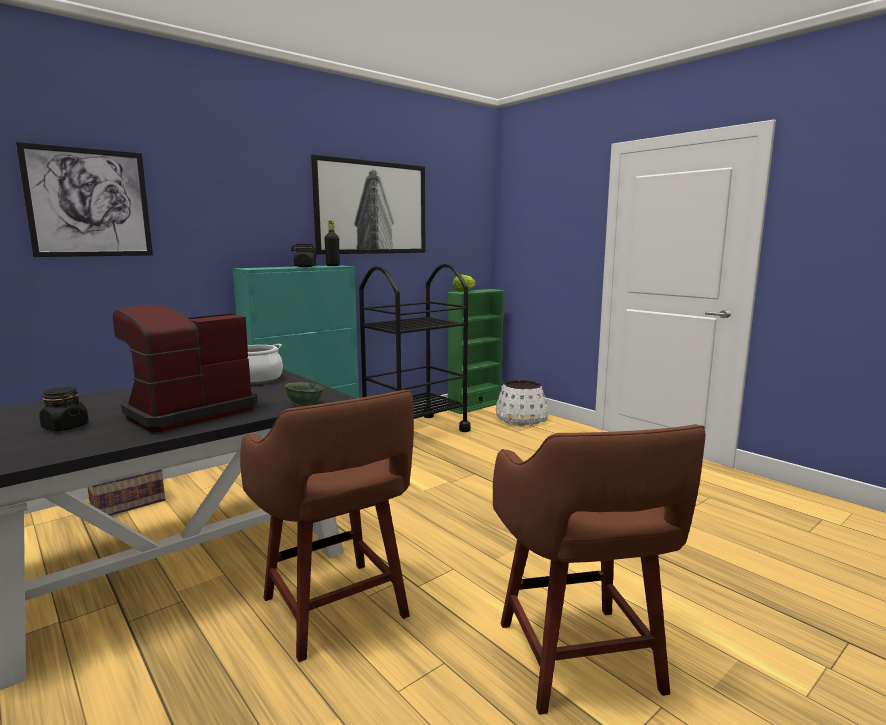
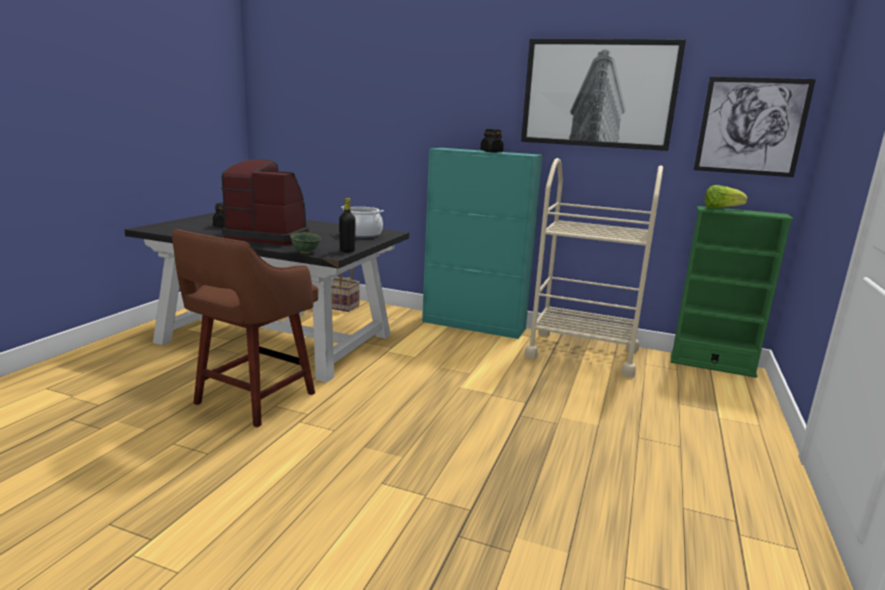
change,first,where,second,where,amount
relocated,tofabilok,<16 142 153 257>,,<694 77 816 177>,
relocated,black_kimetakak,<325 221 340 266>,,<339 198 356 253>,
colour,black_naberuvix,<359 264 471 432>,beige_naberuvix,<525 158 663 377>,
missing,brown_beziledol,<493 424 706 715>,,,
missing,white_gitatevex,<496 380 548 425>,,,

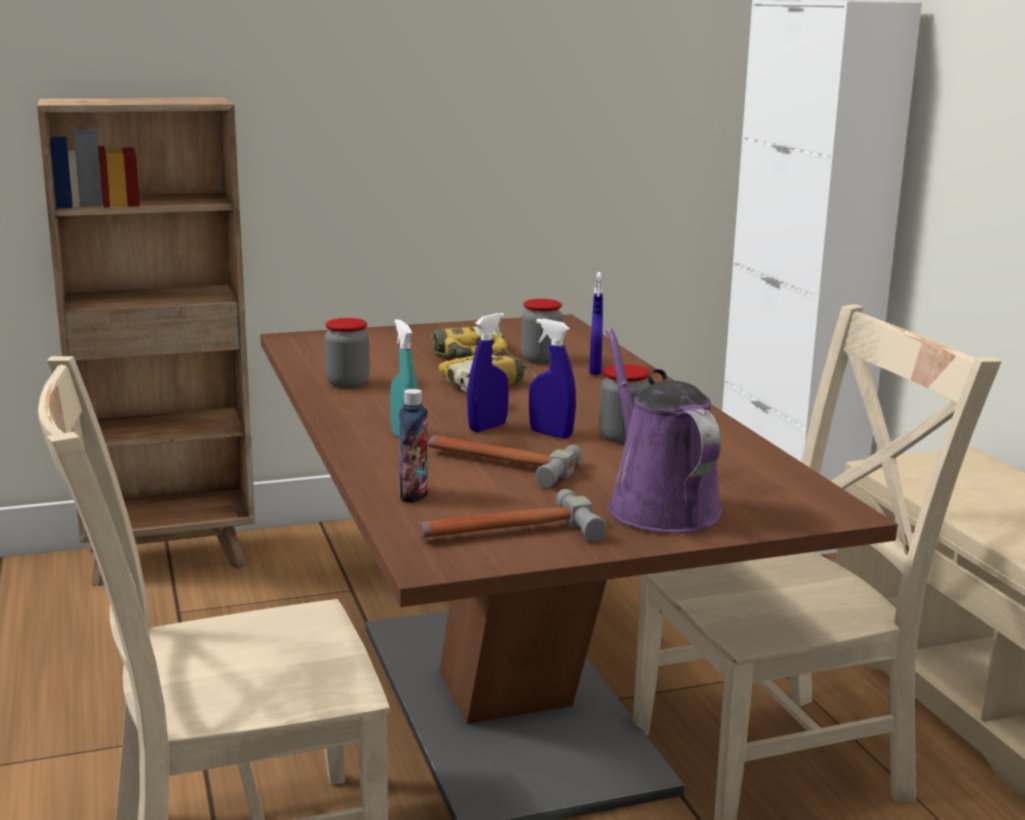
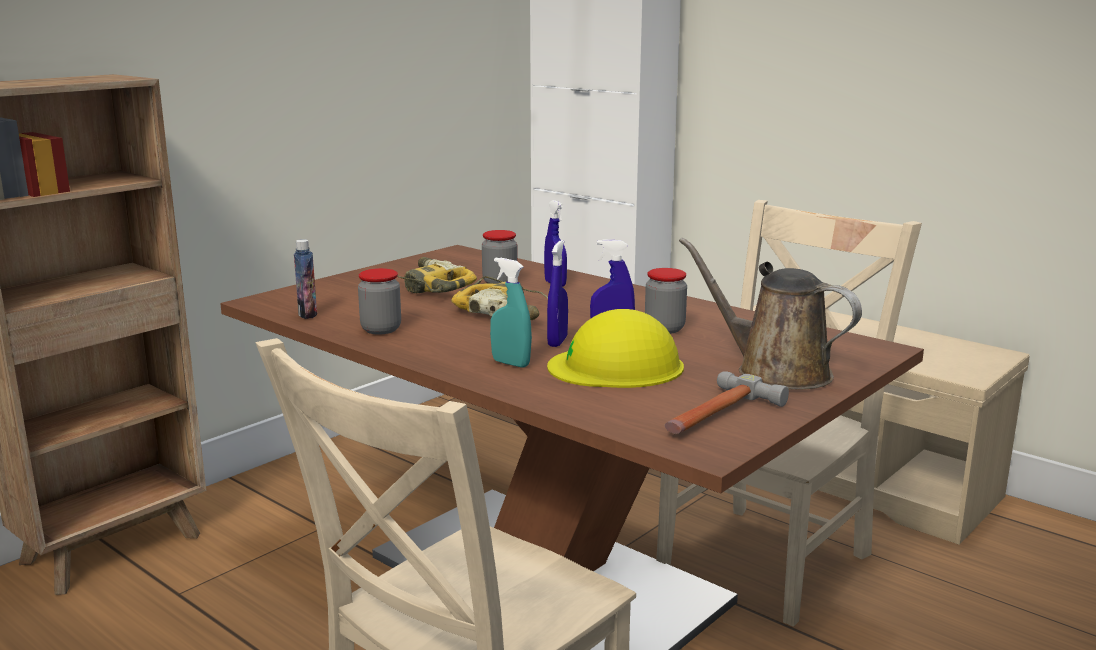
change,first,where,second,where,amount
relocated,kimetakak,<399 389 428 503>,,<294 239 317 319>,
exchanged,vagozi,<428 435 582 488>,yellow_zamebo,<547 309 684 388>,
colour,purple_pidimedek,<605 328 722 533>,brown_pidimedek,<679 237 862 390>,

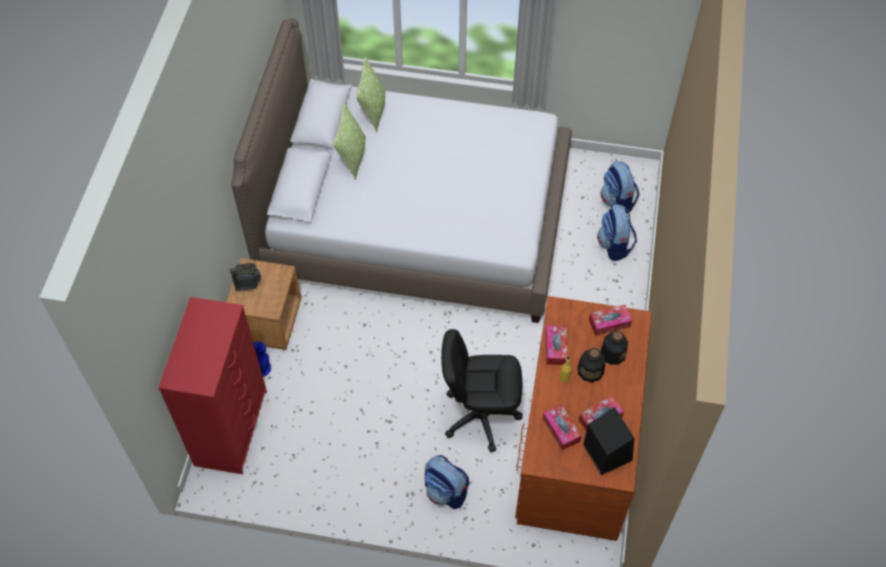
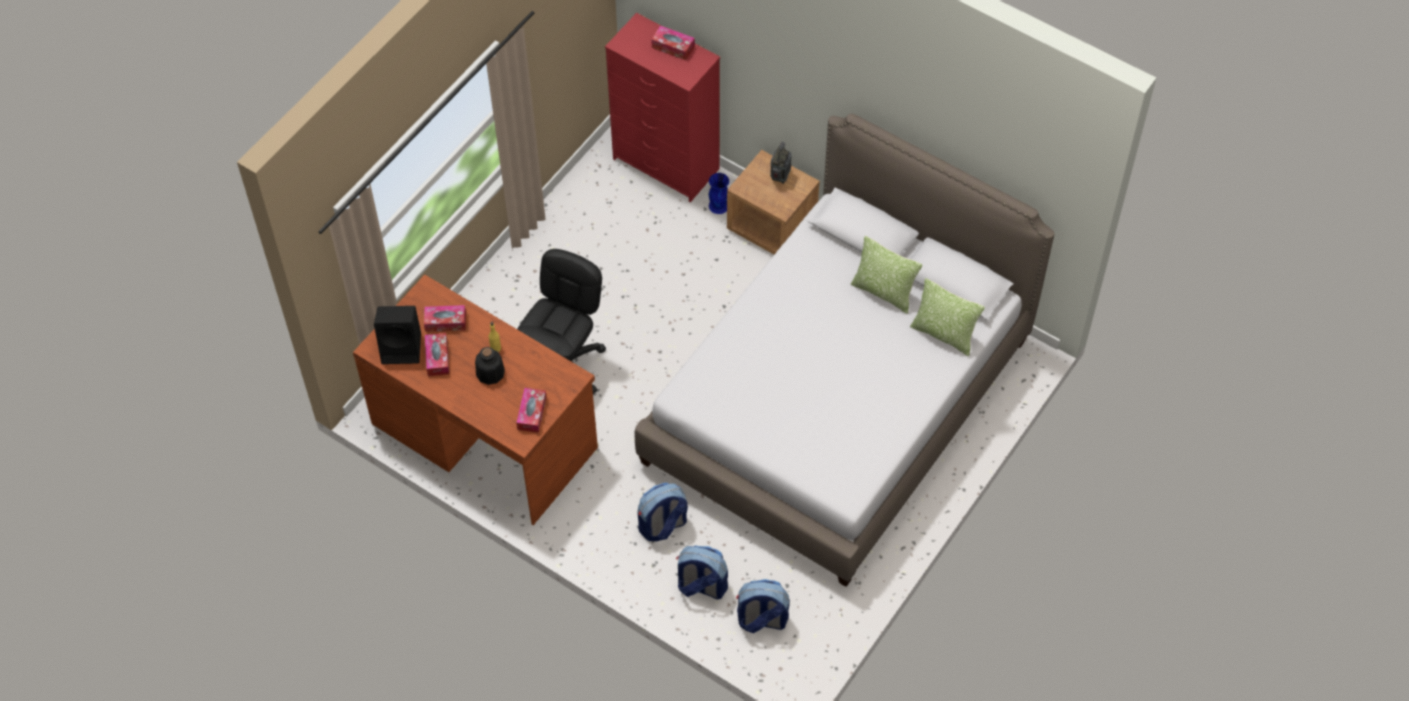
change,first,where,second,where,amount
relocated,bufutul,<425 455 469 509>,,<638 483 688 541>,
relocated,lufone,<545 325 567 365>,,<651 26 695 60>,
missing,kimetakak,<600 331 628 365>,,,

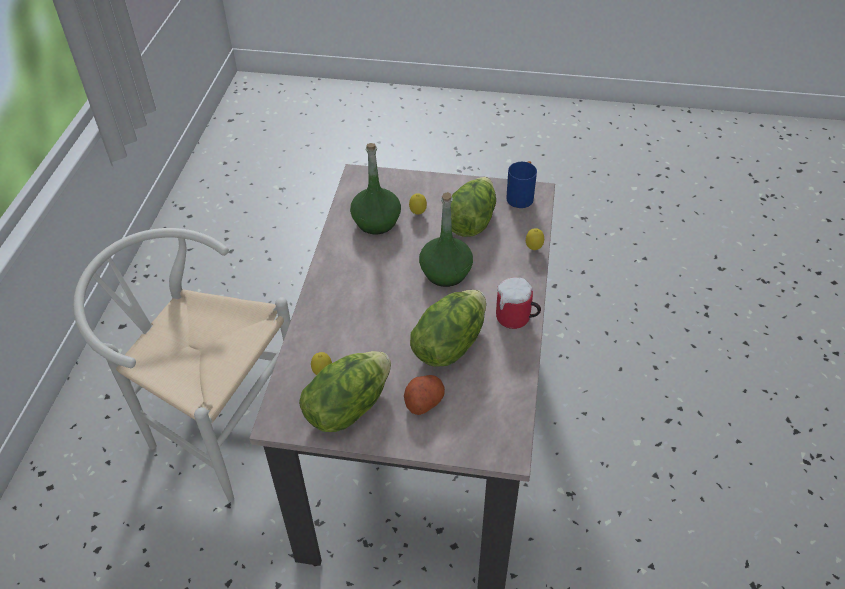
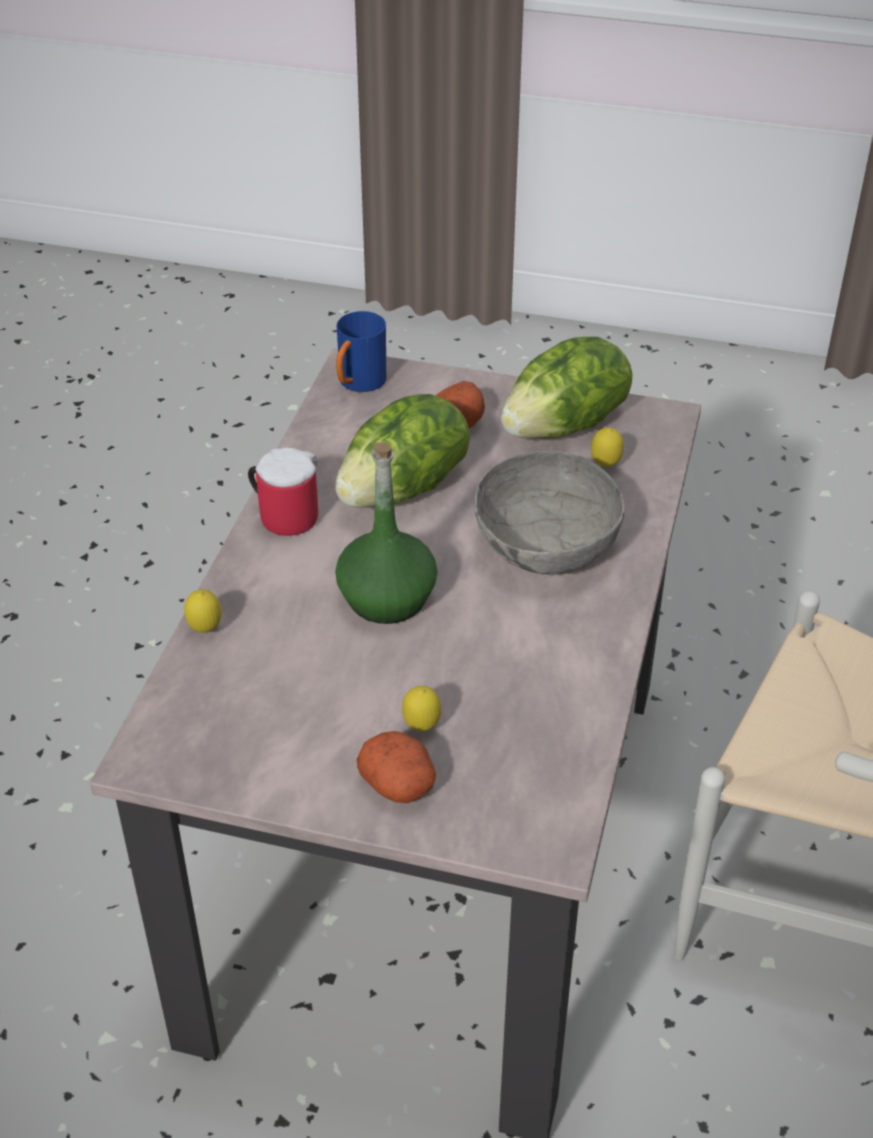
change,first,where,second,where,amount
missing,green_kimetakak,<350 143 401 234>,,,
missing,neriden,<451 177 496 237>,,,
relocated,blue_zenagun,<506 161 537 208>,,<336 311 386 392>,
appeared,,,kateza,<357 731 436 803>,
appeared,,,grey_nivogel,<474 451 625 575>,

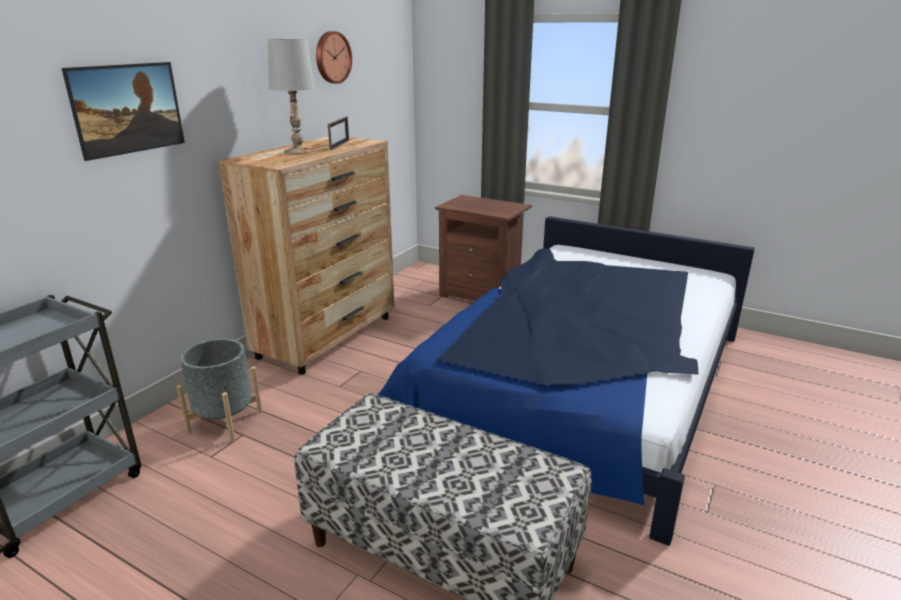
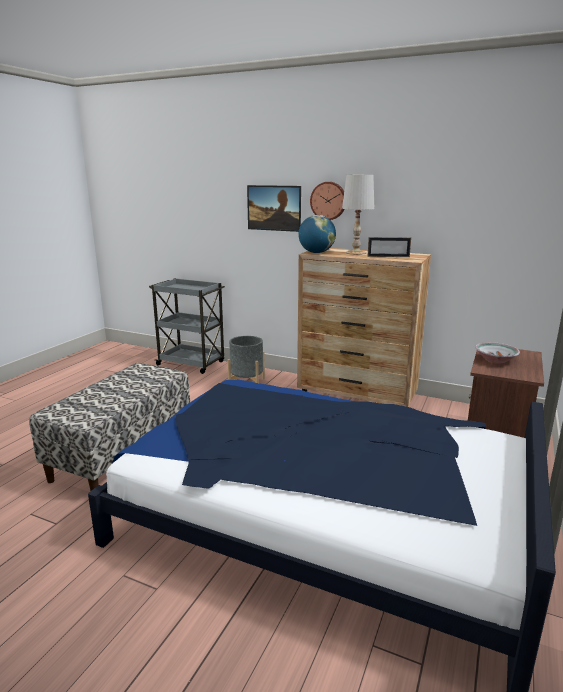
change,first,where,second,where,amount
relocated,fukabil,<316 31 352 84>,,<310 182 345 220>,
appeared,,,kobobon,<298 215 336 253>,
appeared,,,nivogel,<475 342 520 363>,

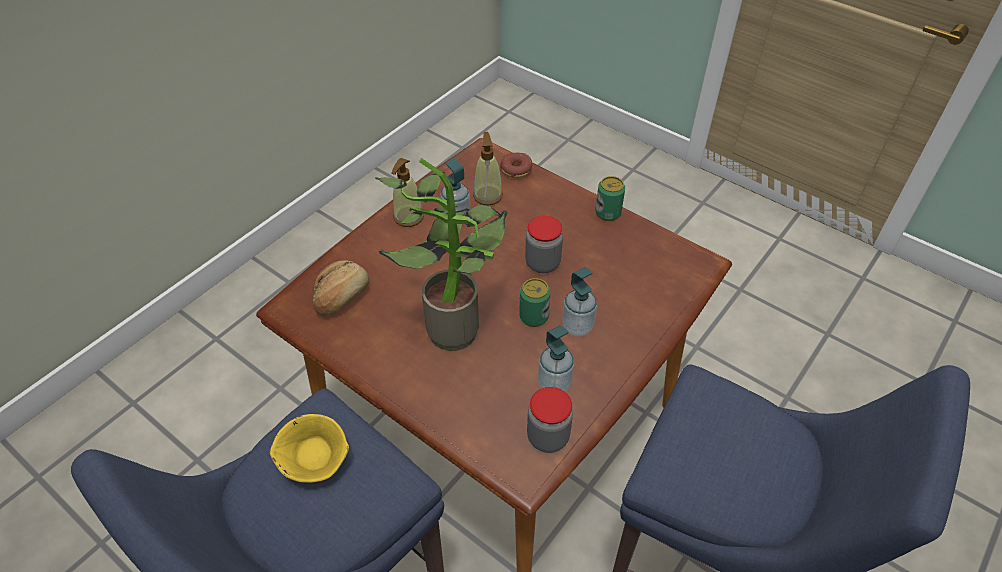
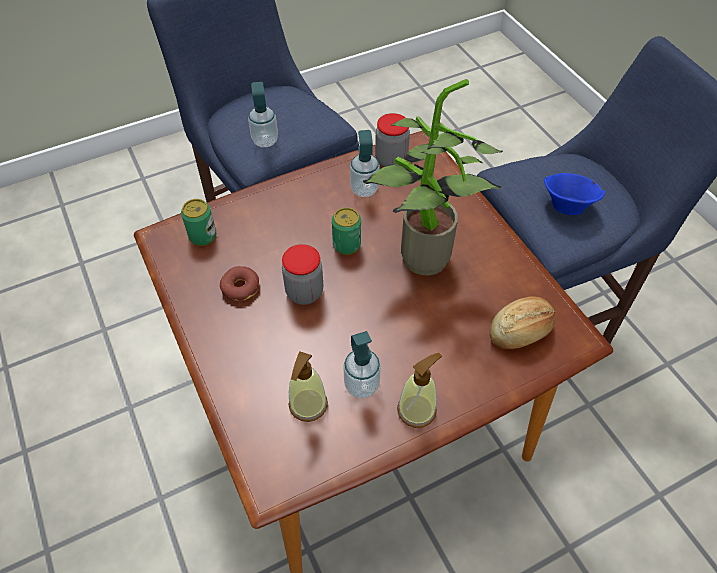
change,first,where,second,where,amount
colour,yellow_nivogel,<270 414 349 483>,blue_nivogel,<544 173 606 215>,
relocated,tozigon,<500 153 532 178>,,<220 266 259 303>,
relocated,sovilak,<562 267 597 336>,,<248 82 278 147>,
relocated,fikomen,<595 176 625 221>,,<181 199 216 246>,

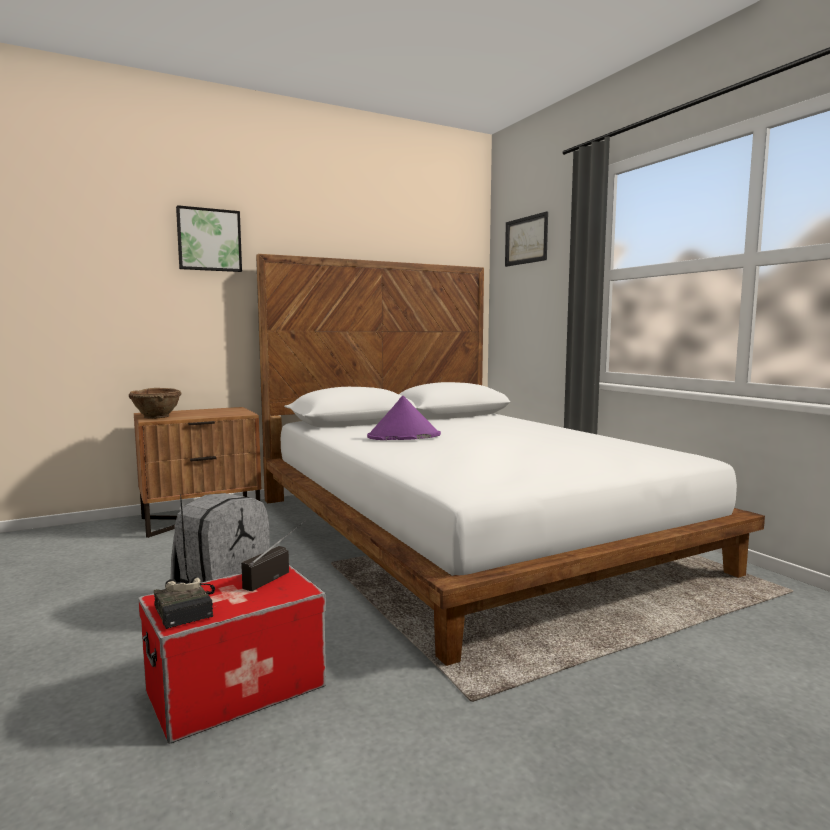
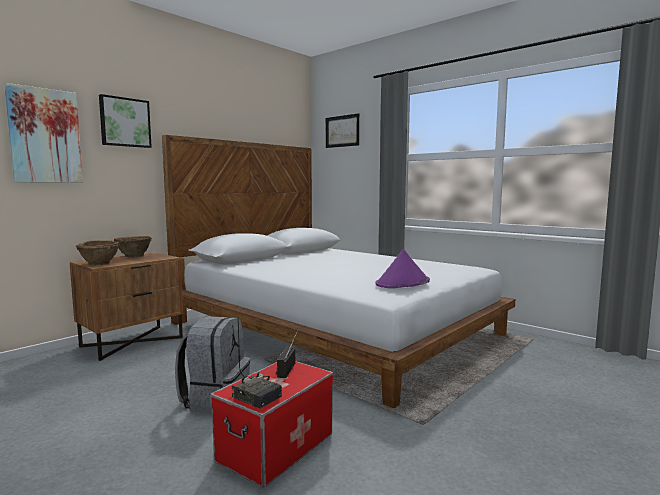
change,first,where,second,where,amount
relocated,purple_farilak,<367 396 441 440>,,<375 249 430 288>,
appeared,,,tofabilok,<4 83 83 183>,
appeared,,,brown_nivogel,<114 236 152 258>,

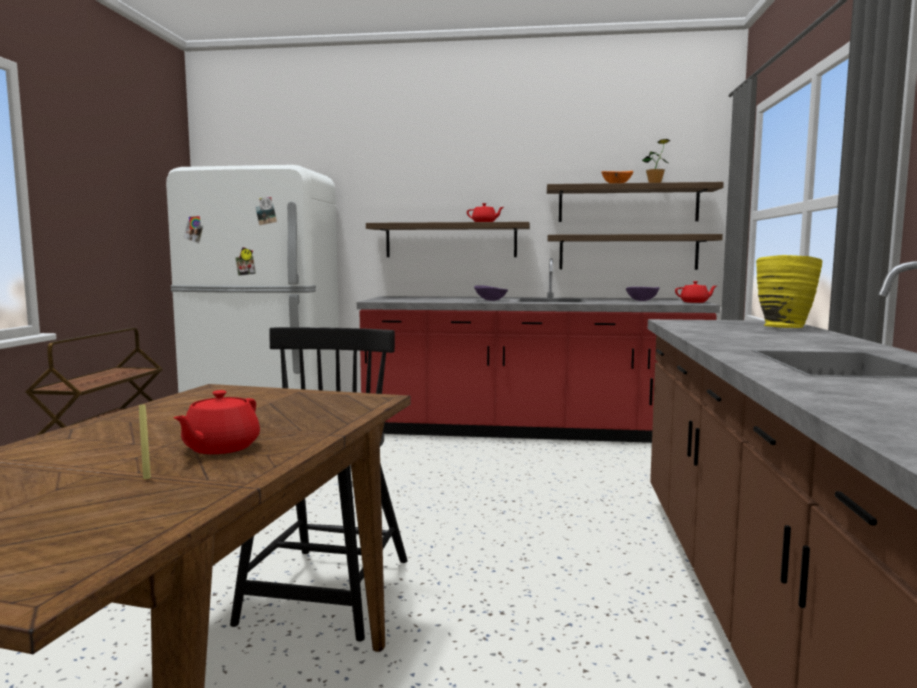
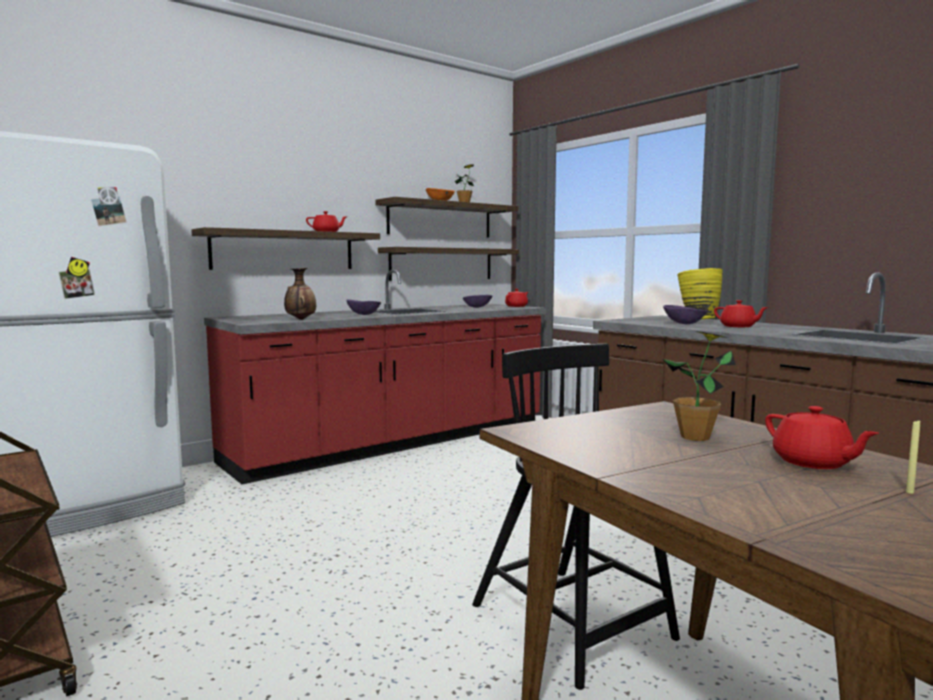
change,first,where,second,where,amount
appeared,,,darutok,<284 268 316 320>,
appeared,,,purple_nivogel,<663 305 707 324>,
appeared,,,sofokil,<663 331 736 441>,
appeared,,,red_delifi,<714 300 769 327>,

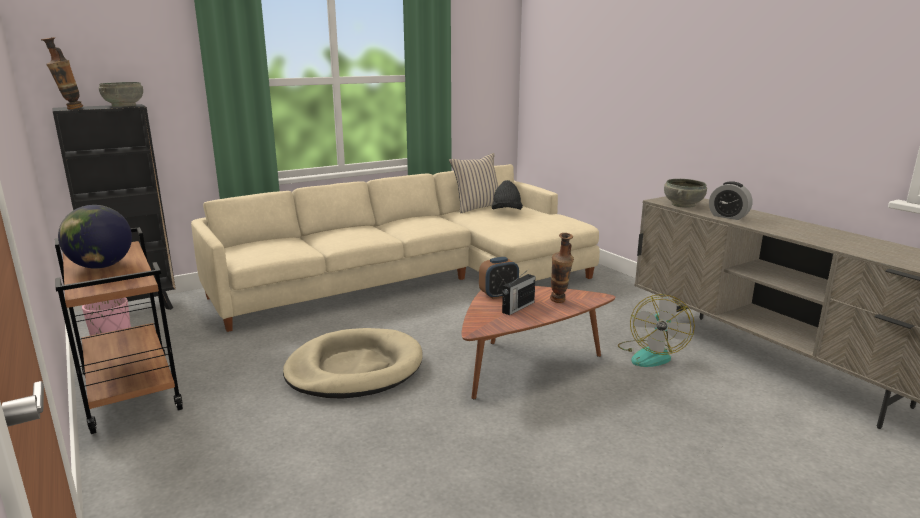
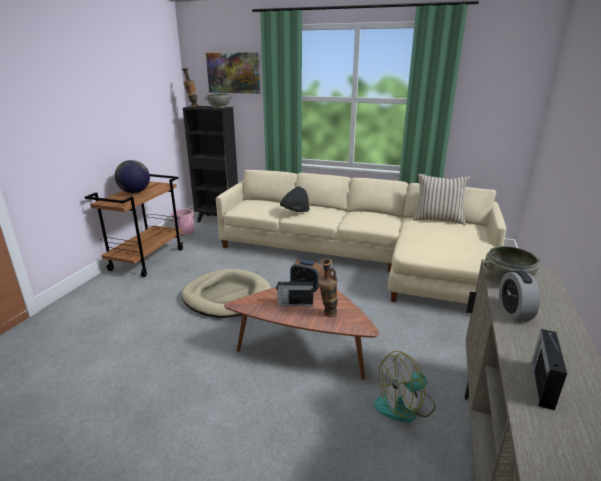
change,first,where,second,where,amount
relocated,black_farilak,<491 180 523 210>,,<280 186 310 212>,
appeared,,,tofabilok,<206 53 261 94>,
appeared,,,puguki,<531 329 567 410>,

